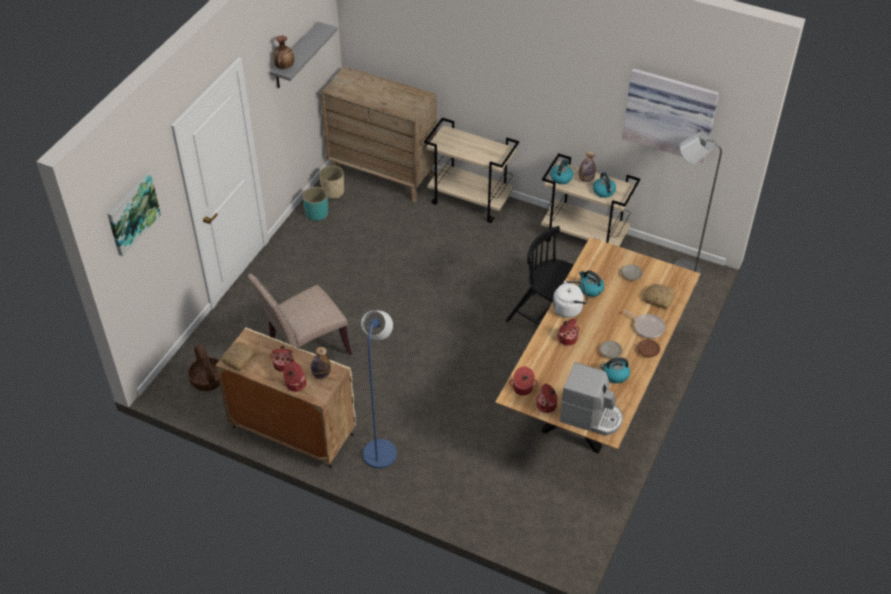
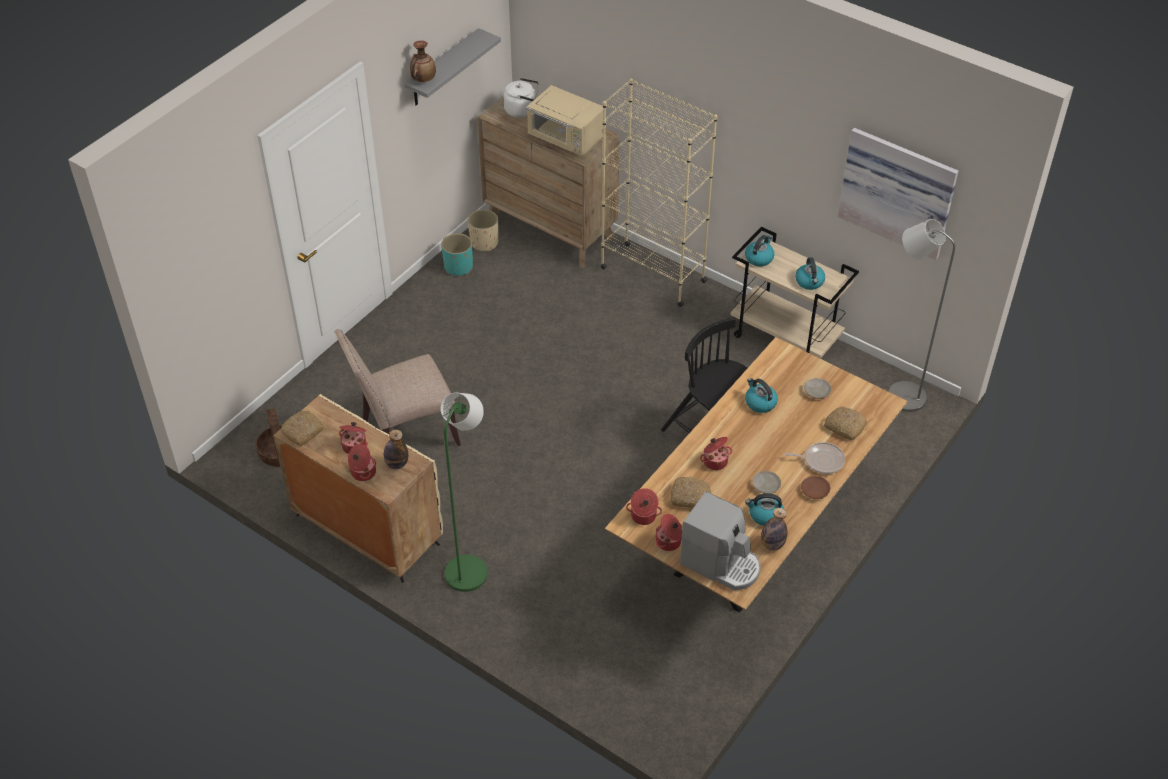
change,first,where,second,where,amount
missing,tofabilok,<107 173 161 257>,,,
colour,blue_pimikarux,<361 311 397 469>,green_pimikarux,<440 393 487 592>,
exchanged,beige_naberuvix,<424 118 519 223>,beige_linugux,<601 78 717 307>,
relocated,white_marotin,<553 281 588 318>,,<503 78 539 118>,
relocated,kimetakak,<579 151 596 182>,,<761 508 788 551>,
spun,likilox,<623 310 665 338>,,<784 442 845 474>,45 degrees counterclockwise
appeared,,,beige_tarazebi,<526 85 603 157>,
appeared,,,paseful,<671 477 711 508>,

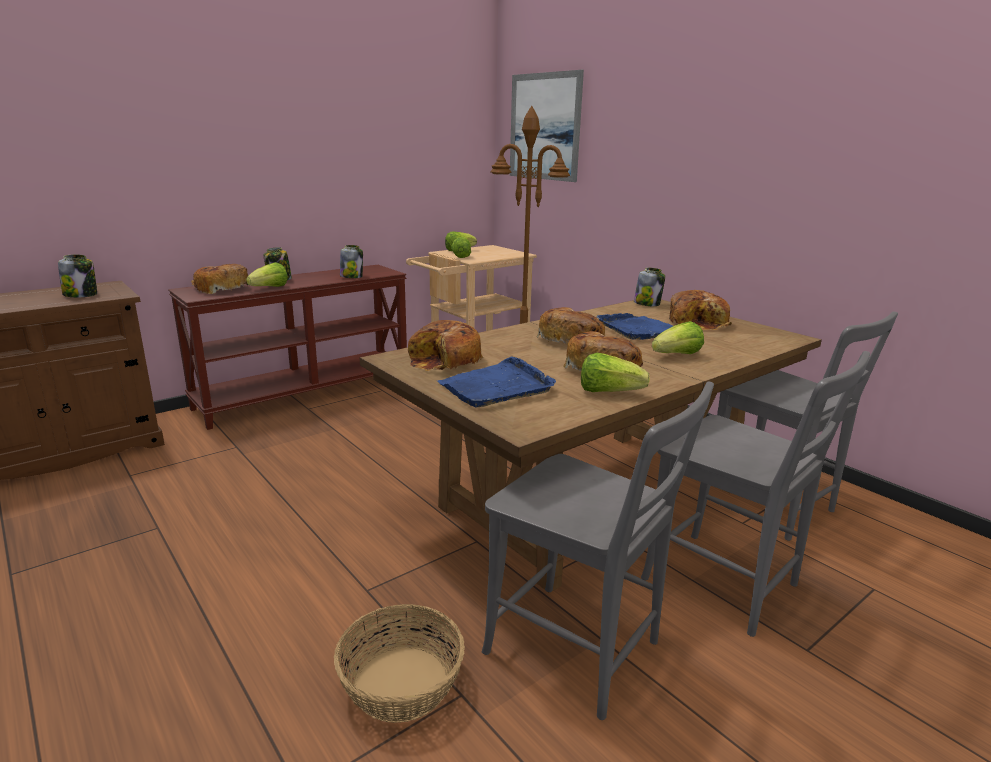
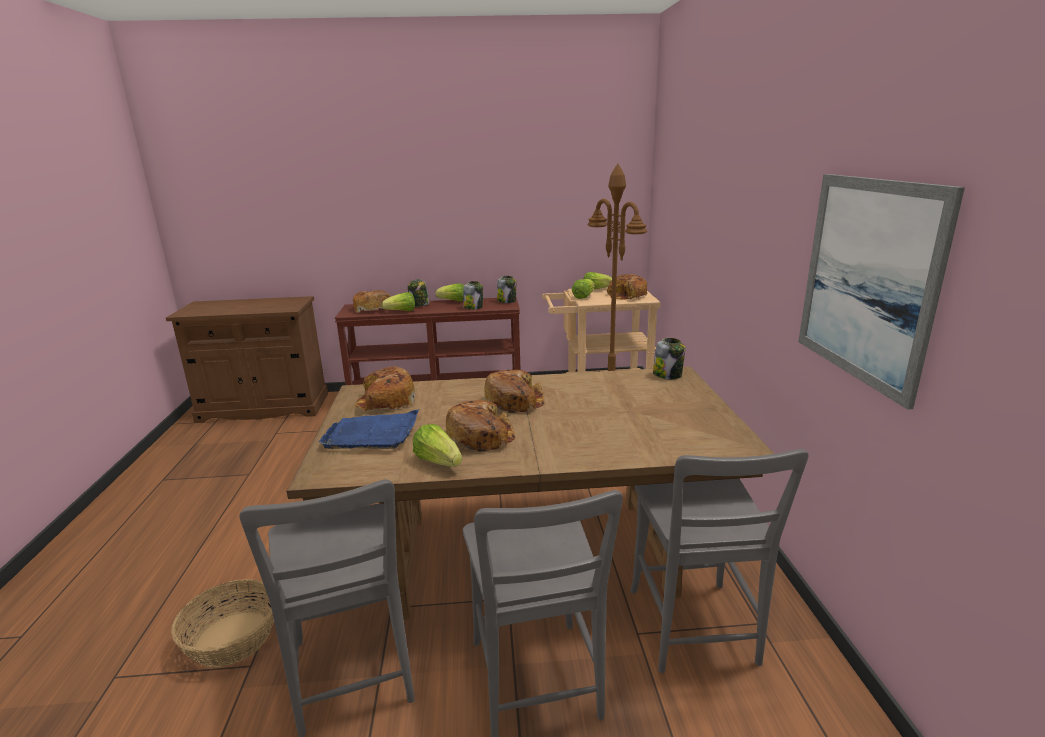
change,first,where,second,where,amount
relocated,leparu,<58 254 97 297>,,<497 276 516 303>,
relocated,tofabilok,<510 70 584 182>,,<798 174 965 410>,
missing,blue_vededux,<597 313 673 340>,,,
relocated,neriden,<652 321 704 354>,,<435 283 464 302>,
relocated,paseful,<669 290 732 330>,,<607 274 648 300>,

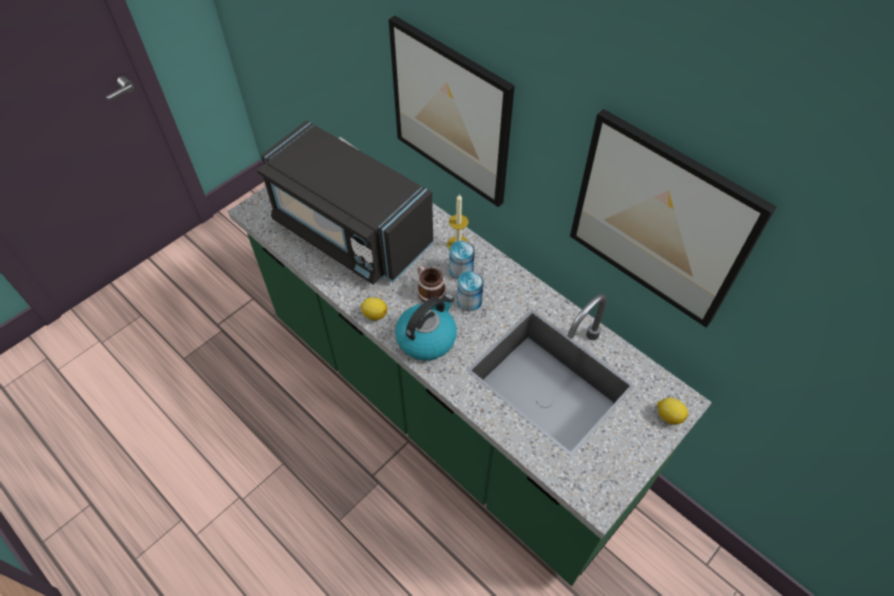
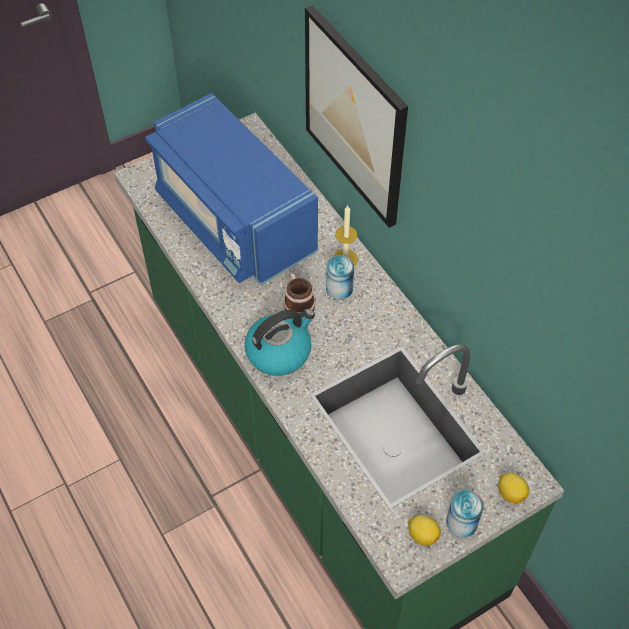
change,first,where,second,where,amount
colour,black_tarazebi,<257 121 433 285>,blue_tarazebi,<145 93 318 285>,
relocated,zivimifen,<361 297 387 321>,,<408 515 441 546>,
relocated,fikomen,<457 271 484 311>,,<446 490 484 537>,
missing,tofabilok,<570 109 777 328>,,,

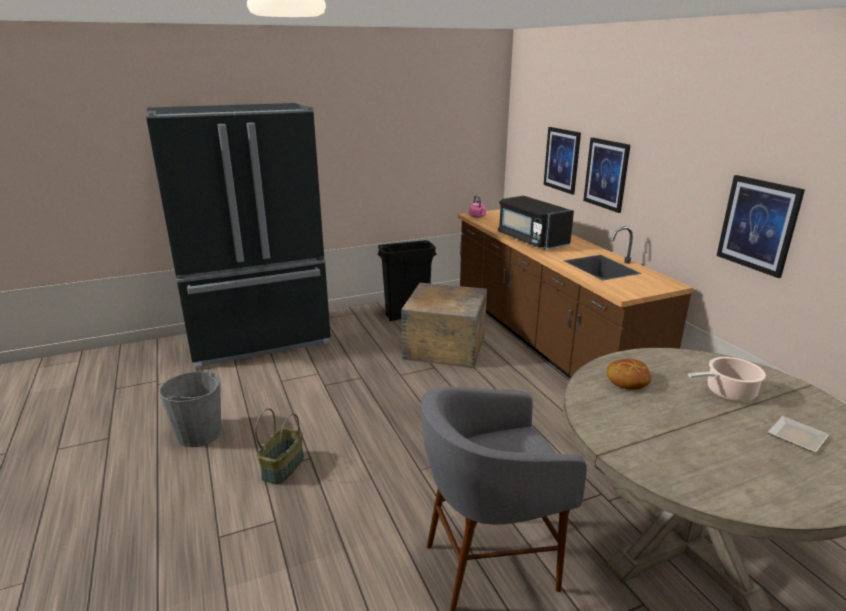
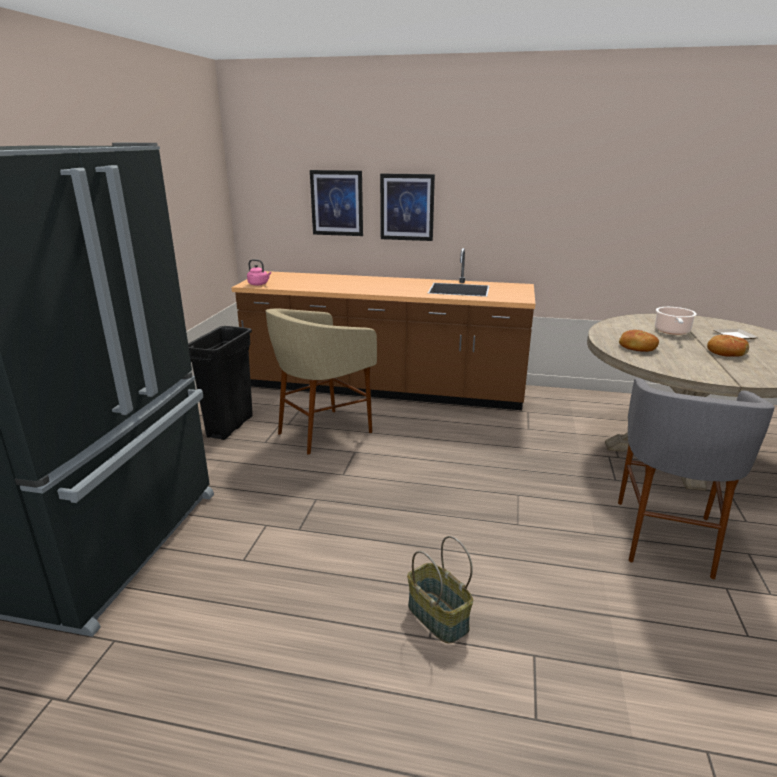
change,first,where,second,where,amount
missing,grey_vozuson,<159 370 222 447>,,,
exchanged,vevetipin,<401 283 487 368>,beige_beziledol,<266 308 377 454>,
missing,black_tarazebi,<498 196 574 249>,,,
missing,tofabilok,<716 175 805 278>,,,
appeared,,,paseful,<707 335 749 357>,

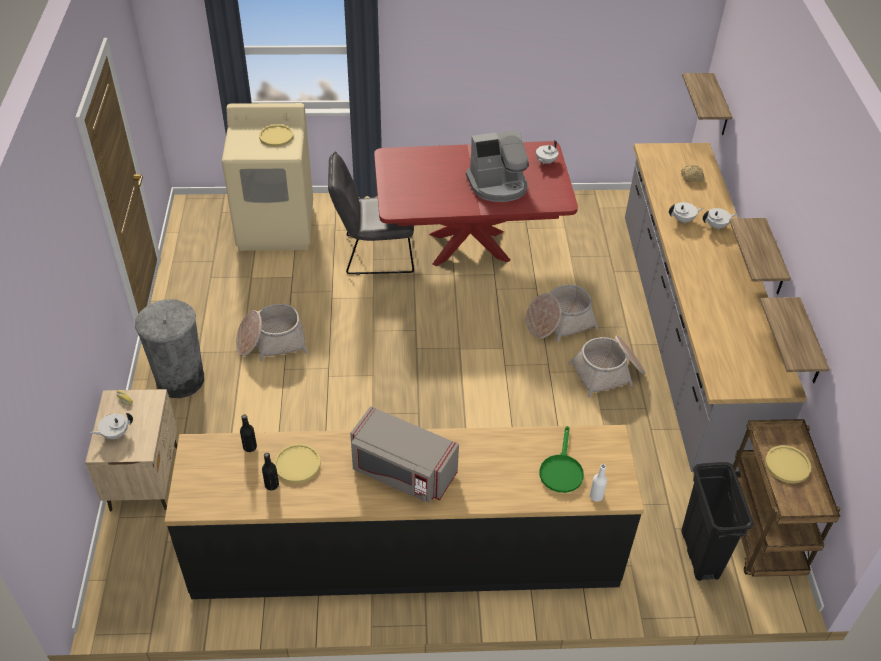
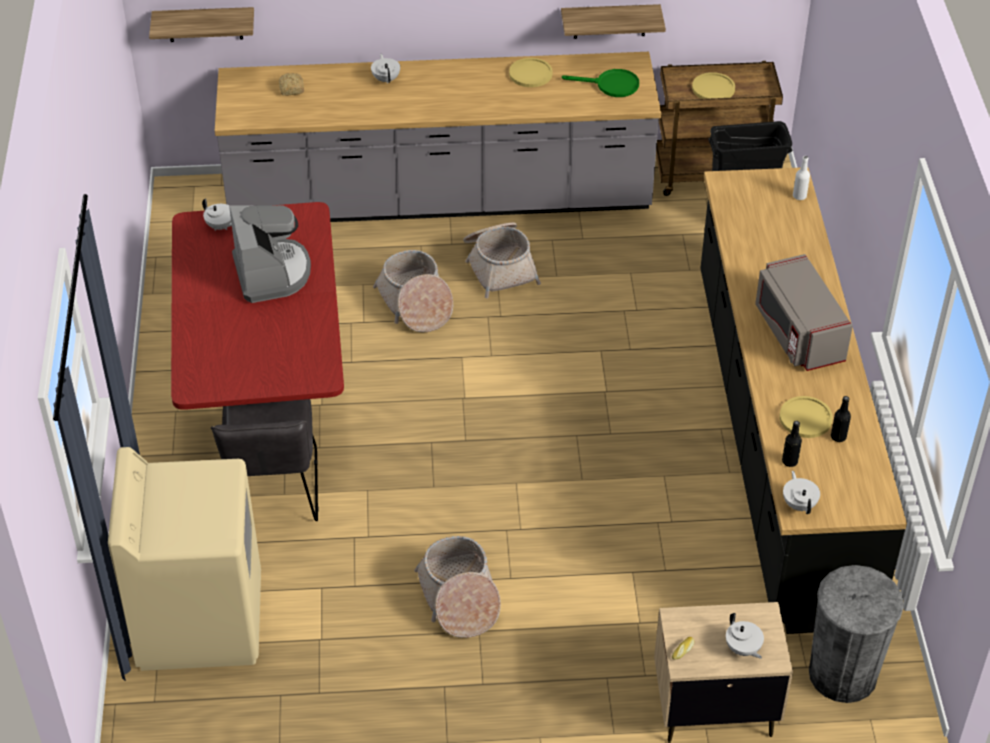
change,first,where,second,where,amount
relocated,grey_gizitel,<135 299 204 398>,,<809 565 904 703>,
relocated,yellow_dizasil,<259 124 293 147>,,<509 58 553 87>,
spun,grey_tarazebi,<350 406 459 503>,,<755 254 853 371>,135 degrees clockwise
relocated,green_likilox,<539 426 584 493>,,<562 69 639 97>,
relocated,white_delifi,<669 202 703 224>,,<783 471 820 514>,
missing,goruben,<729 218 791 294>,,,

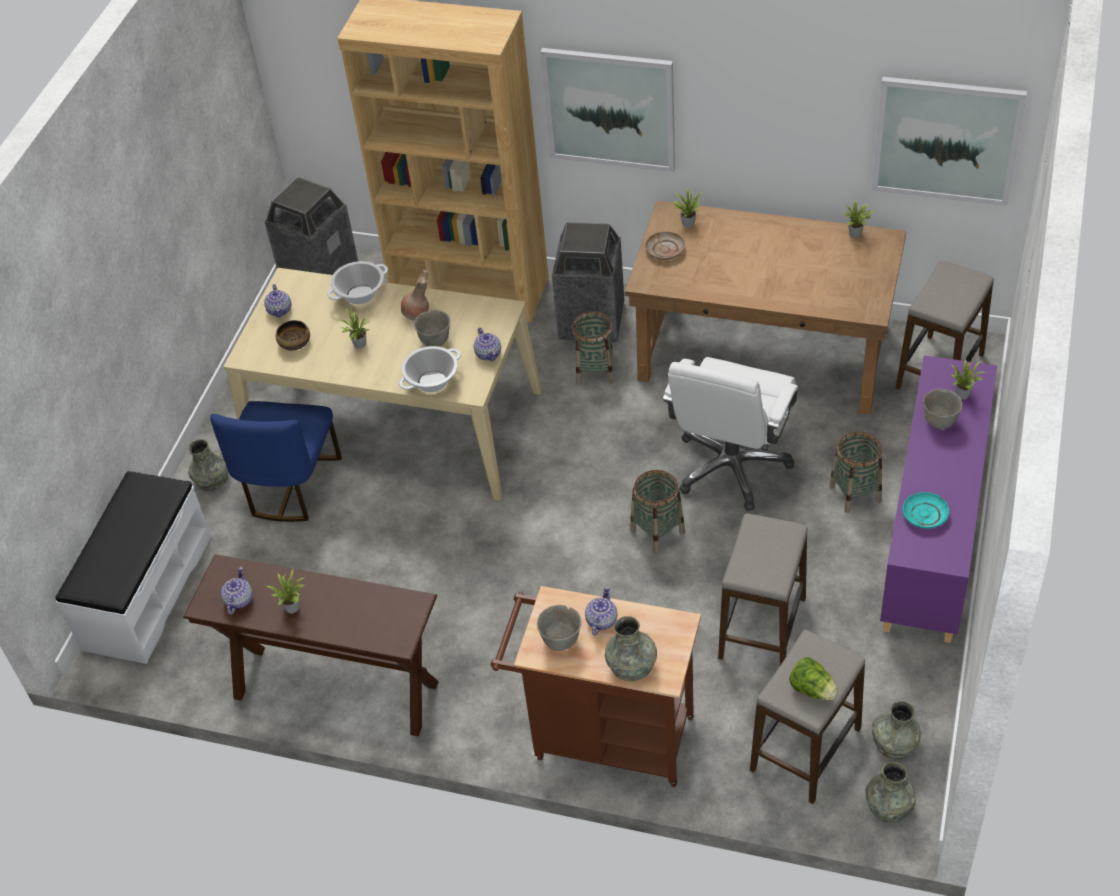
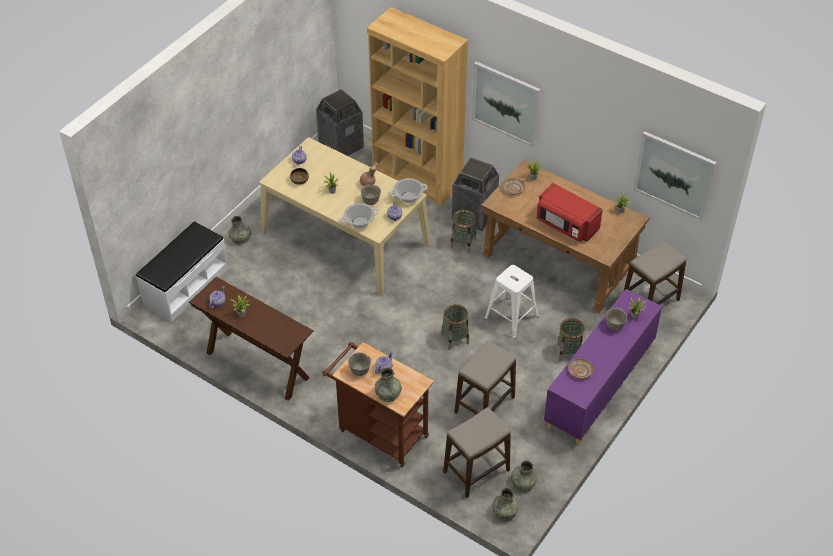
change,first,where,second,where,amount
missing,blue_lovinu,<210 401 342 522>,,,
relocated,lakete,<327 261 388 304>,,<390 178 428 203>,
exchanged,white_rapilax,<662 357 798 511>,white_beziledol,<484 265 539 339>,
missing,neriden,<789 657 838 701>,,,
colour,turquoise_dizasil,<903 492 949 529>,beige_dizasil,<568 359 594 379>,
appeared,,,red_tarazebi,<536 183 603 242>,

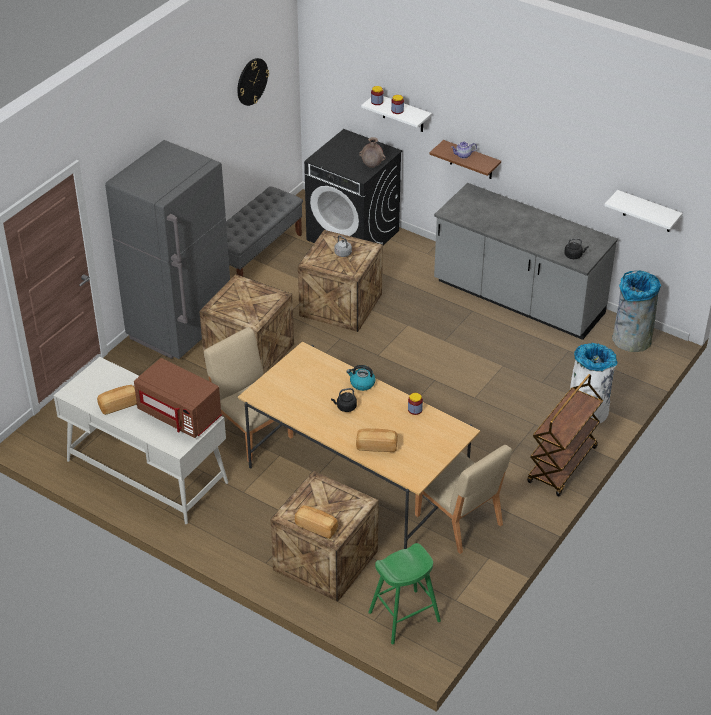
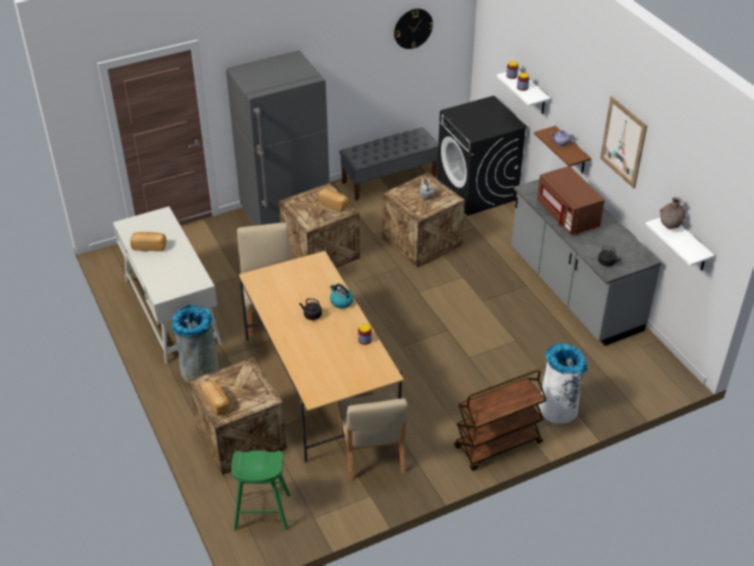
change,first,where,second,where,amount
relocated,brown_tarazebi,<134 358 222 438>,,<537 166 605 235>,
relocated,paseful,<356 428 398 452>,,<317 188 349 212>,
relocated,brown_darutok,<359 137 386 168>,,<660 197 686 229>,
relocated,grey_gizitel,<612 271 661 352>,,<171 304 220 383>,
appeared,,,tofabilok,<600 96 647 188>,

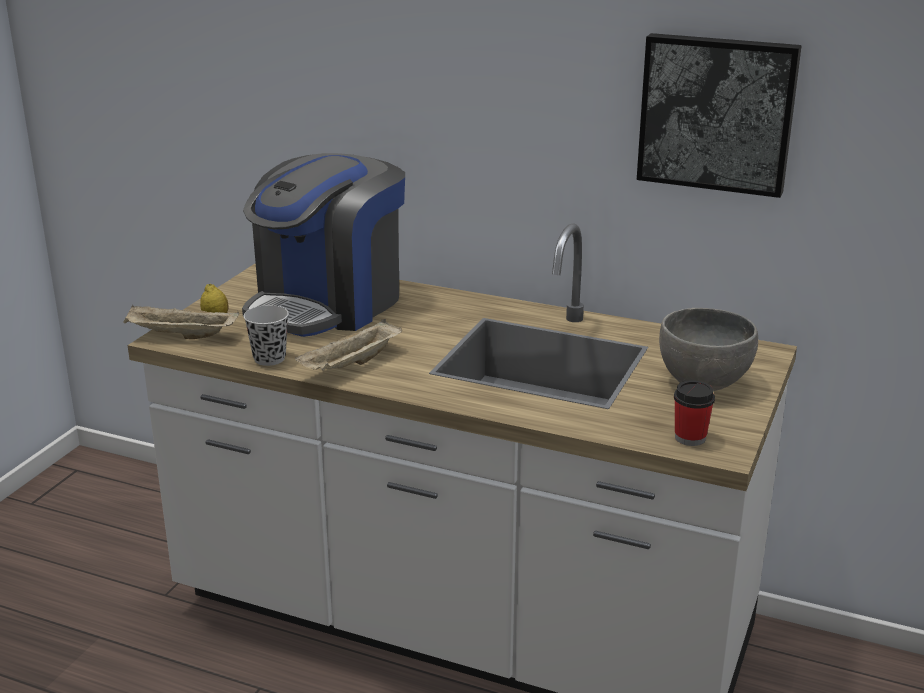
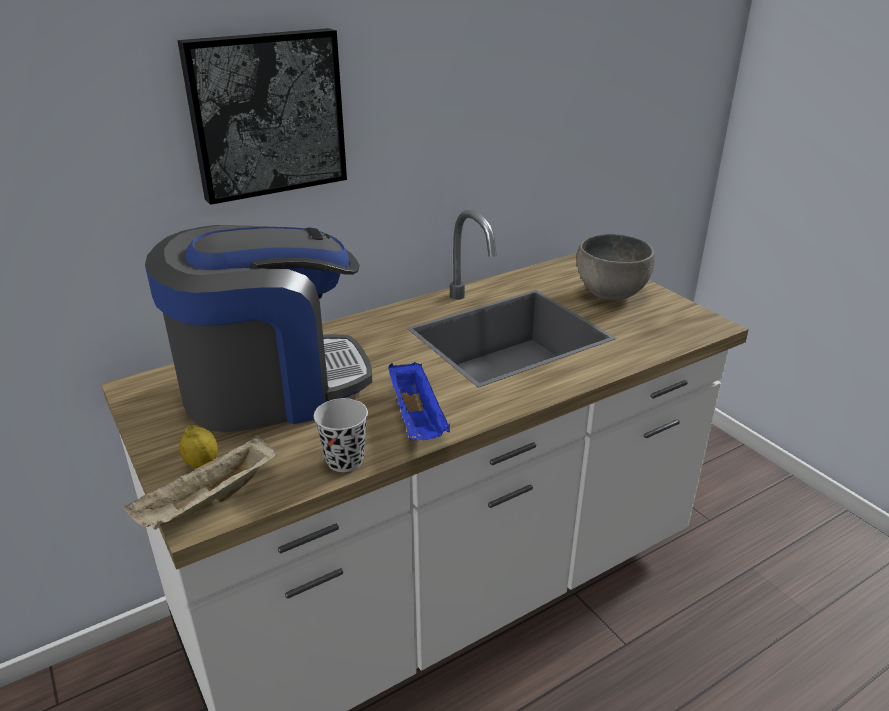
change,first,where,second,where,amount
spun,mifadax,<242 153 405 337>,,<145 225 372 432>,90 degrees counterclockwise
colour,beige_vededux,<295 319 402 371>,blue_vededux,<388 362 450 440>,
relocated,tofabilok,<637 33 802 198>,,<178 28 347 205>,
missing,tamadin,<674 380 715 446>,,,

